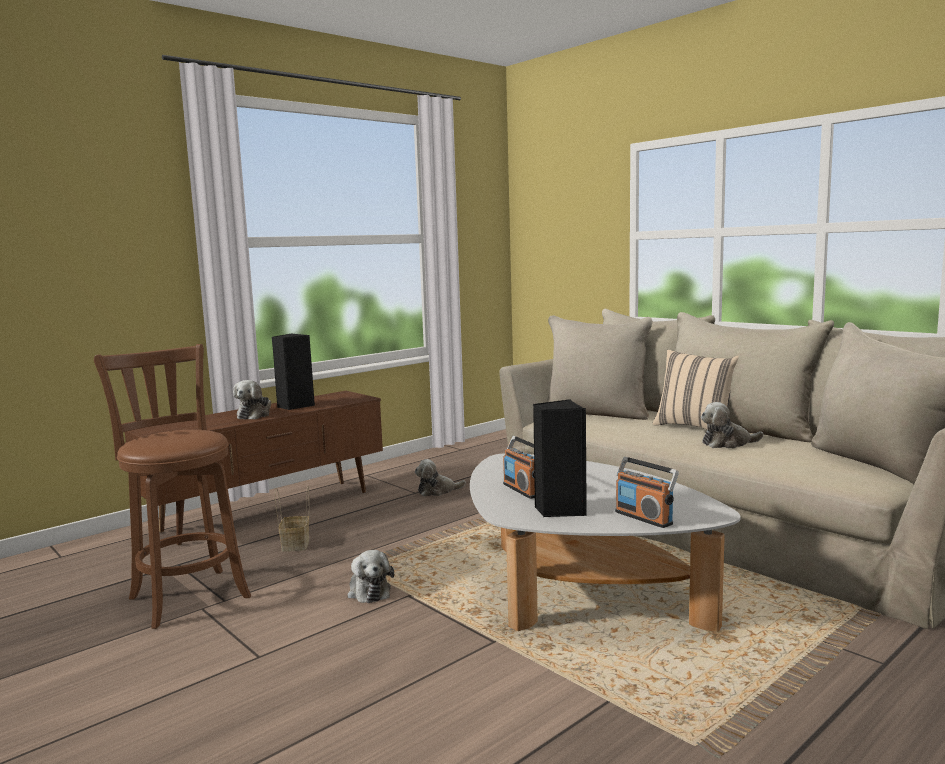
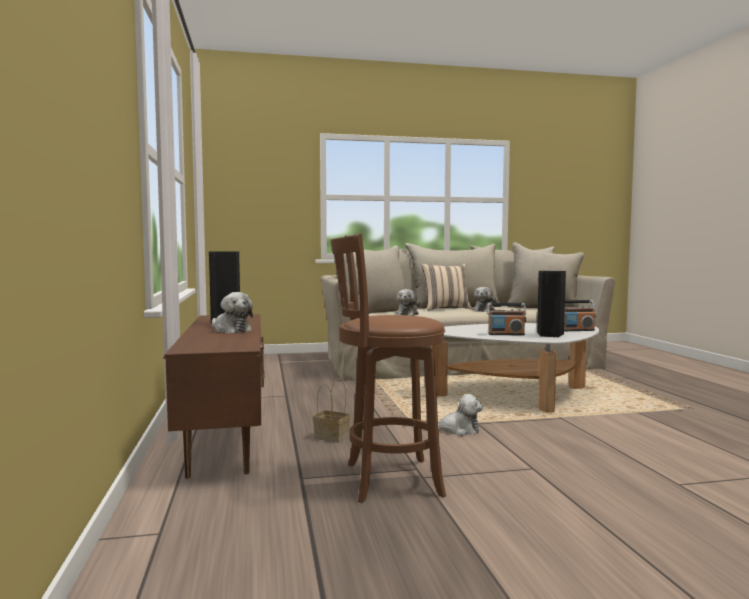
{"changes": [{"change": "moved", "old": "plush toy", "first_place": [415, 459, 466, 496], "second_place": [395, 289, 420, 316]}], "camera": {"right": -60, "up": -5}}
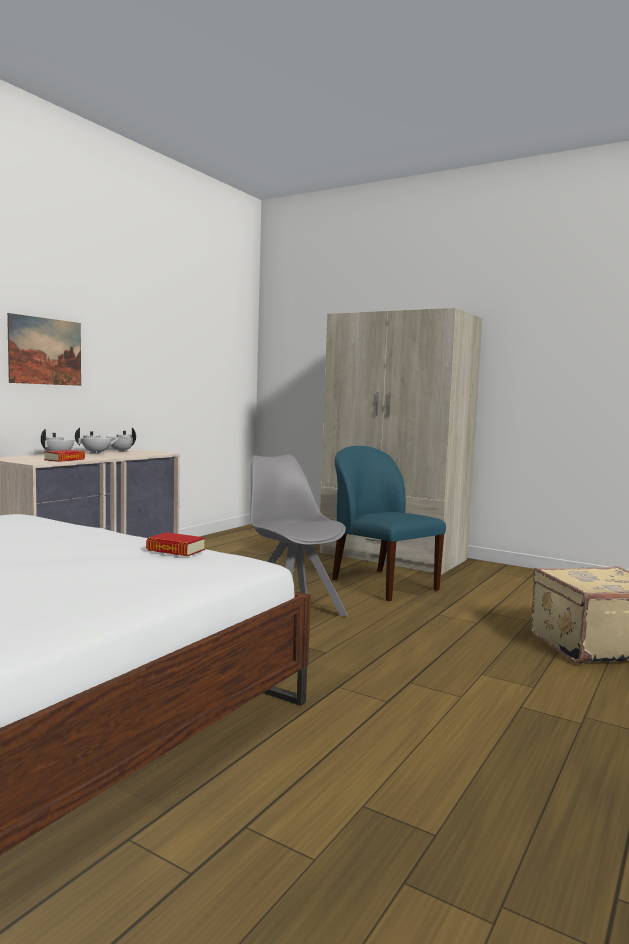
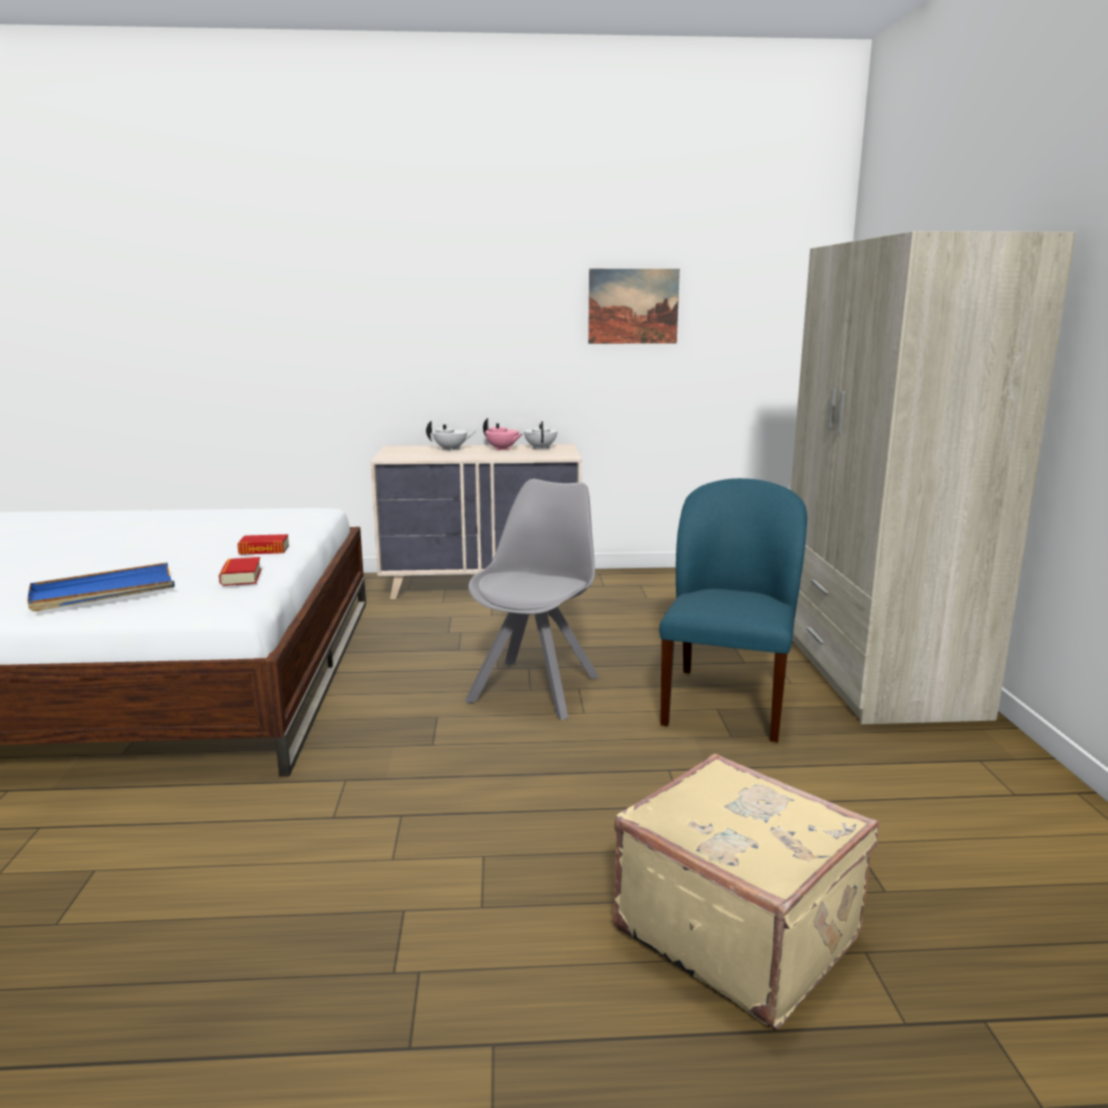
{"changes": [{"change": "moved", "old": "picture", "first_place": [7, 313, 81, 386], "second_place": [588, 269, 680, 344]}, {"change": "moved", "old": "book", "first_place": [44, 450, 85, 462], "second_place": [238, 534, 289, 555]}, {"change": "recoloured", "old": "white teapot", "new": "pink teapot", "first_place": [75, 428, 120, 454], "second_place": [483, 418, 523, 451]}, {"change": "added", "new": "blue tray", "second_place": [27, 562, 175, 612]}], "camera": {"right": 55, "up": 10}}
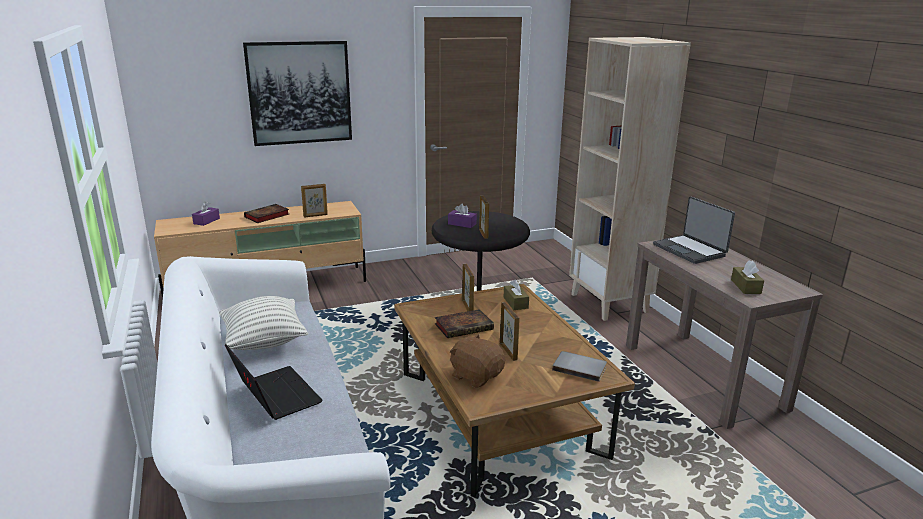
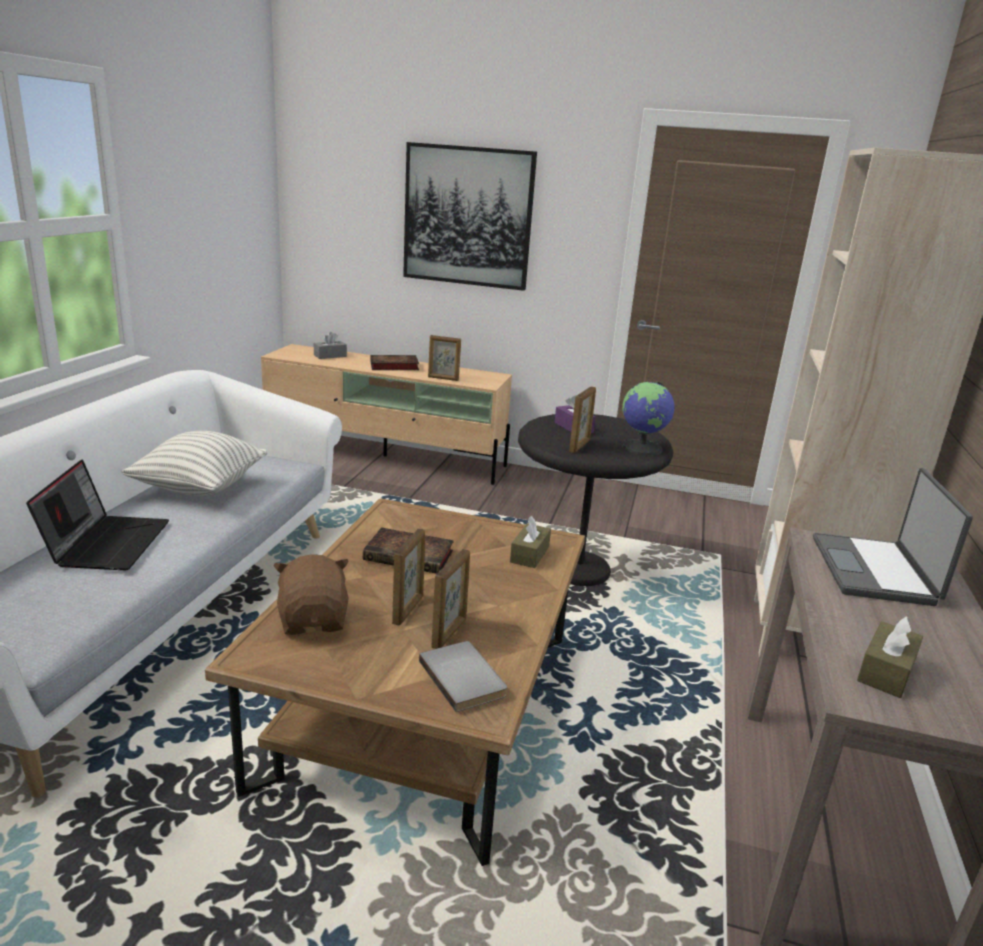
{"changes": [{"change": "recoloured", "old": "purple tissue box", "new": "grey tissue box", "first_place": [192, 202, 220, 226], "second_place": [314, 332, 347, 359]}, {"change": "moved", "old": "picture frame", "first_place": [462, 264, 474, 311], "second_place": [431, 549, 470, 649]}, {"change": "added", "new": "globe", "second_place": [622, 381, 675, 455]}], "camera": {"right": 35, "up": 0}}
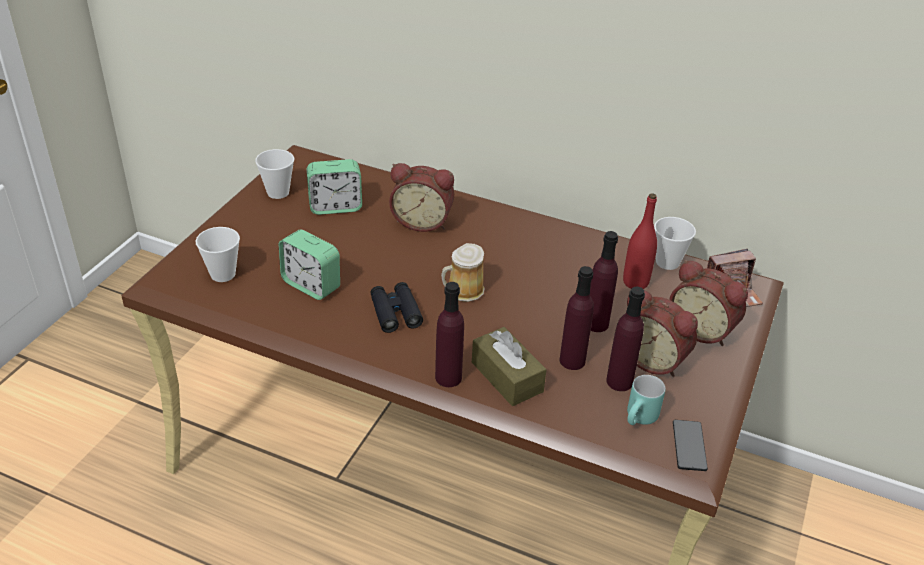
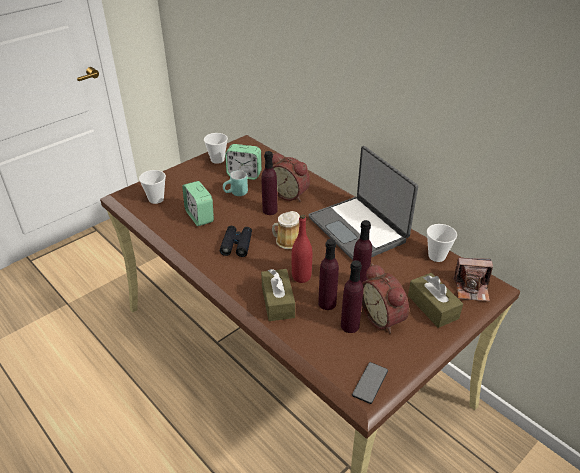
{"changes": [{"change": "moved", "old": "purple bottle", "first_place": [435, 282, 464, 387], "second_place": [262, 151, 278, 215]}, {"change": "moved", "old": "red bottle", "first_place": [623, 193, 657, 289], "second_place": [292, 214, 312, 283]}, {"change": "moved", "old": "turquoise mug", "first_place": [627, 375, 665, 425], "second_place": [223, 170, 248, 196]}, {"change": "replaced", "old": "alarm clock", "new": "brown tissue box", "first_place": [669, 260, 748, 346], "second_place": [408, 273, 463, 328]}, {"change": "added", "new": "laptop", "second_place": [309, 146, 418, 260]}], "camera": {"right": 25, "up": 0}}
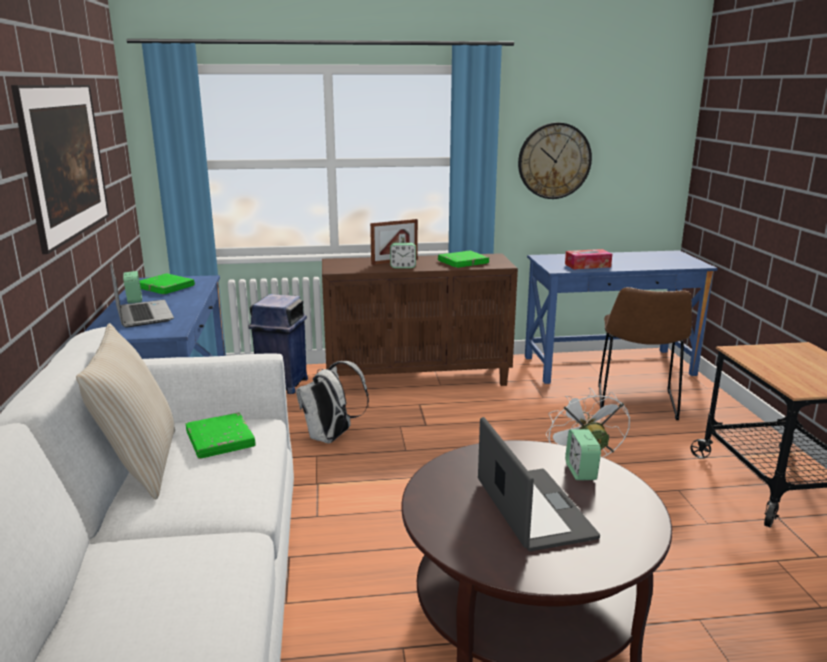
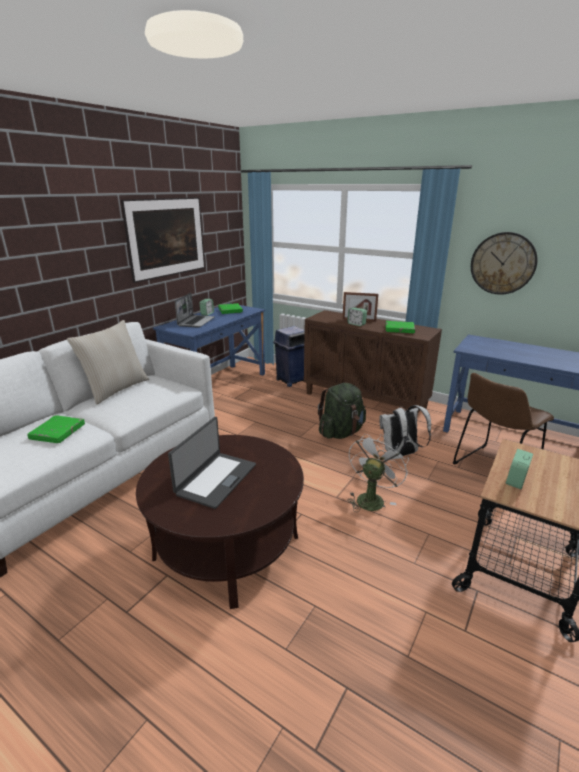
{"changes": [{"change": "moved", "old": "green book", "first_place": [186, 412, 256, 459], "second_place": [27, 415, 85, 443]}, {"change": "moved", "old": "white backpack", "first_place": [296, 361, 369, 444], "second_place": [379, 405, 431, 456]}, {"change": "removed", "old": "tissue box", "first_place": [565, 249, 612, 269]}, {"change": "moved", "old": "alarm clock", "first_place": [565, 429, 601, 480], "second_place": [506, 449, 533, 489]}, {"change": "added", "new": "green backpack", "second_place": [318, 383, 366, 439]}], "camera": {"right": 40, "up": 5}}
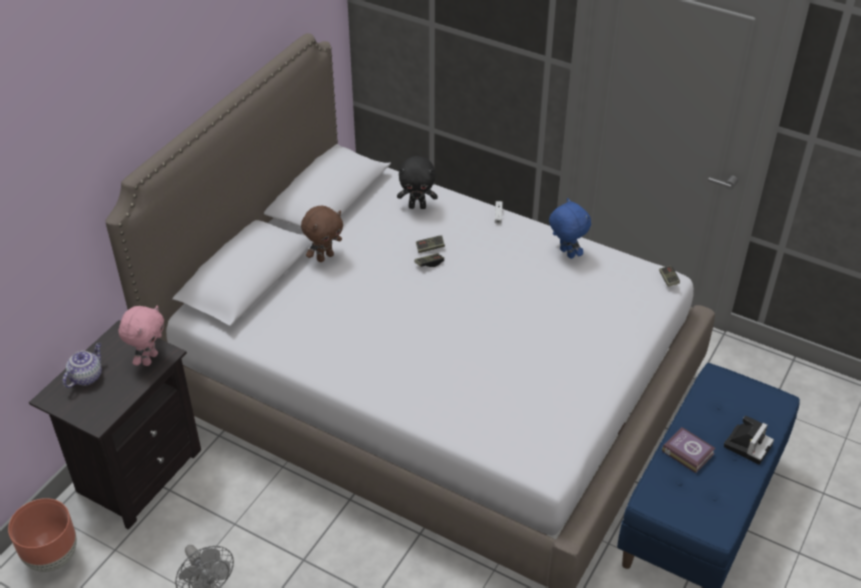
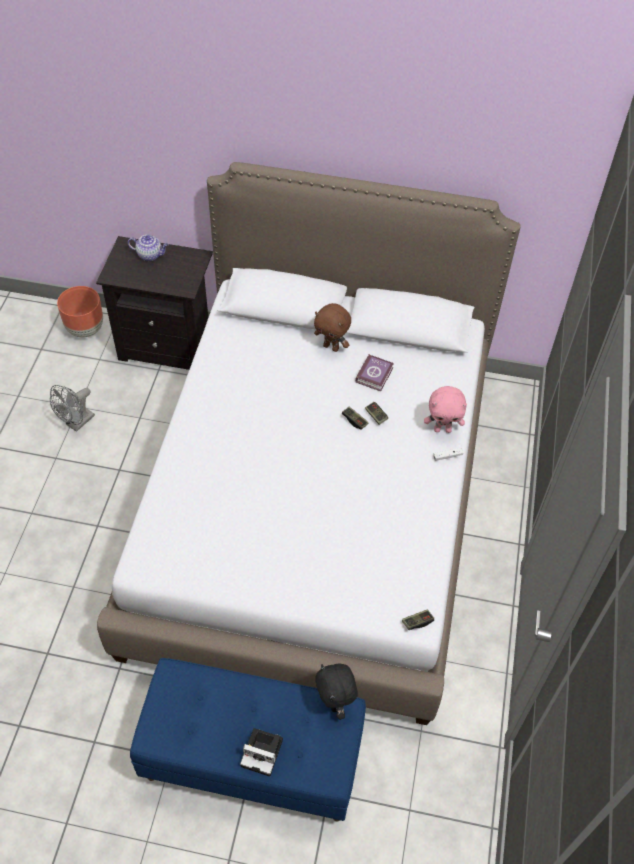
{"changes": [{"change": "moved", "old": "pink plush toy", "first_place": [118, 305, 164, 366], "second_place": [424, 386, 467, 433]}, {"change": "moved", "old": "black plush toy", "first_place": [397, 156, 438, 209], "second_place": [315, 664, 358, 720]}, {"change": "removed", "old": "blue plush toy", "first_place": [549, 198, 591, 259]}, {"change": "moved", "old": "book", "first_place": [662, 427, 716, 473], "second_place": [355, 354, 394, 392]}], "camera": {"right": 70, "up": 10}}
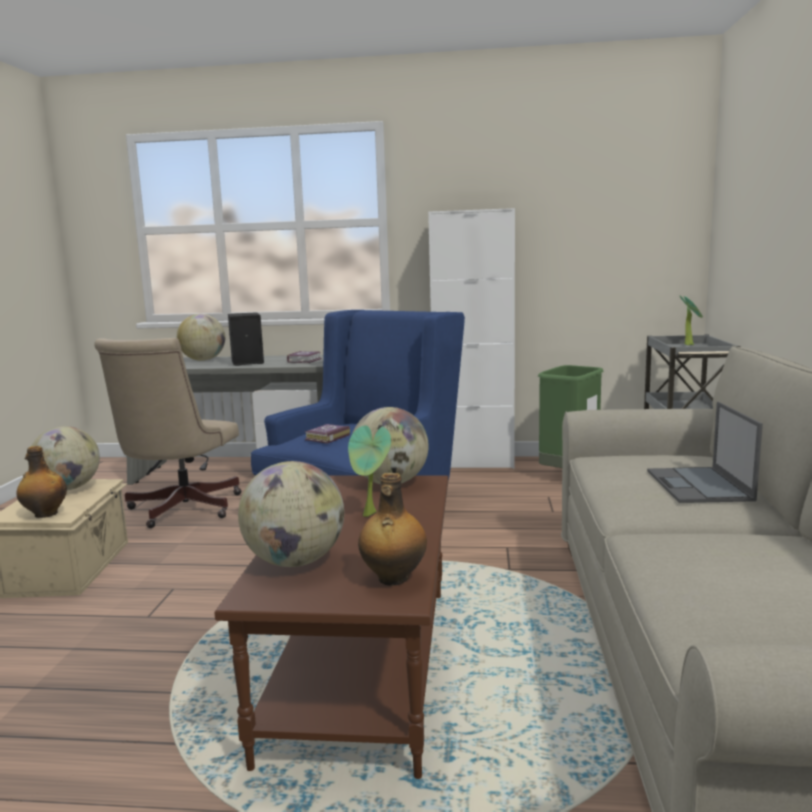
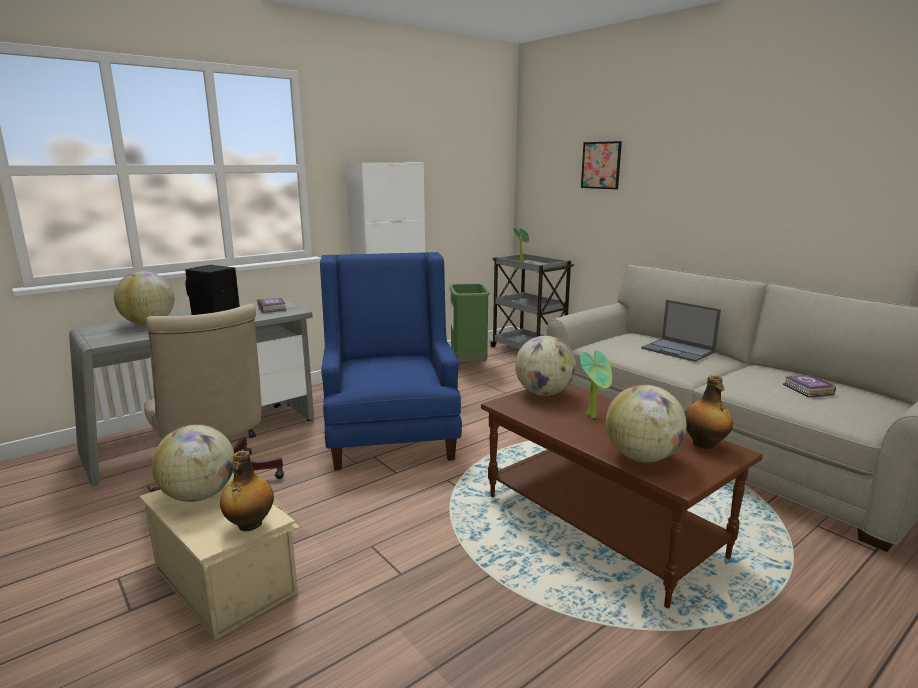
{"changes": [{"change": "moved", "old": "book", "first_place": [305, 424, 350, 444], "second_place": [783, 374, 836, 397]}, {"change": "added", "new": "picture", "second_place": [581, 141, 622, 189]}], "camera": {"right": -45, "up": 5}}
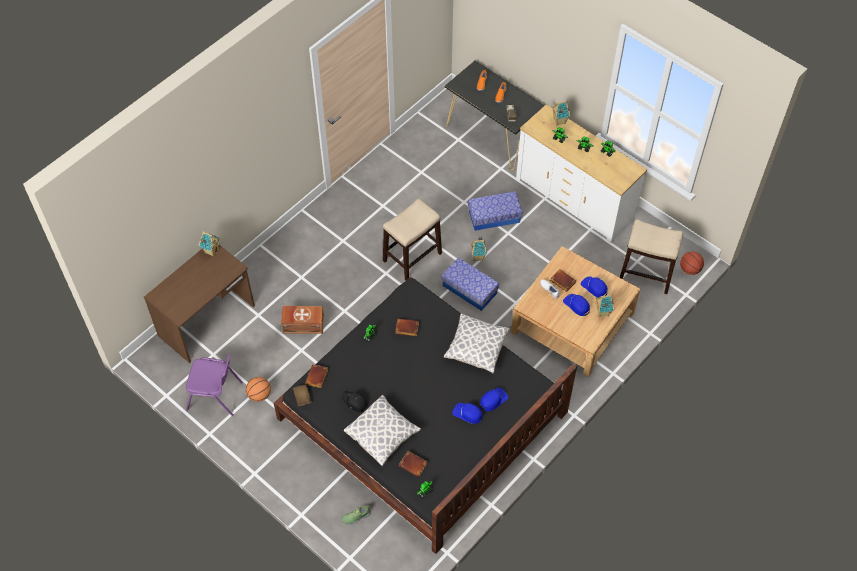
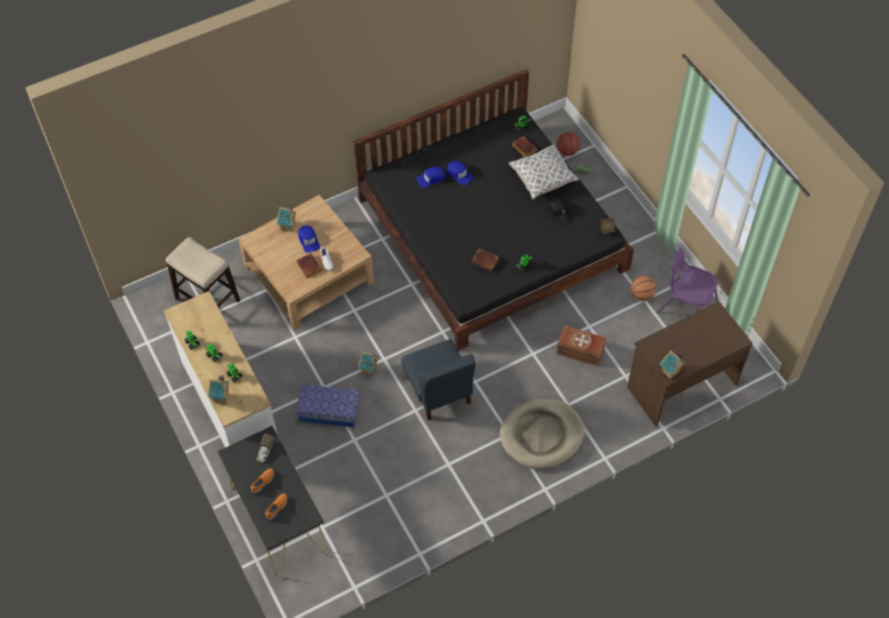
{"changes": [{"change": "removed", "old": "brown book", "first_place": [305, 364, 328, 388]}, {"change": "replaced", "old": "stool", "new": "blue chair", "first_place": [383, 199, 442, 281], "second_place": [401, 339, 476, 421]}, {"change": "removed", "old": "storage box", "first_place": [441, 257, 499, 311]}, {"change": "removed", "old": "pillow", "first_place": [444, 314, 510, 374]}, {"change": "removed", "old": "blue cap", "first_place": [581, 276, 607, 297]}, {"change": "moved", "old": "basketball", "first_place": [680, 251, 704, 275], "second_place": [557, 132, 580, 156]}, {"change": "added", "new": "beige dog bed", "second_place": [500, 399, 585, 470]}], "camera": {"right": -160, "up": 0}}
